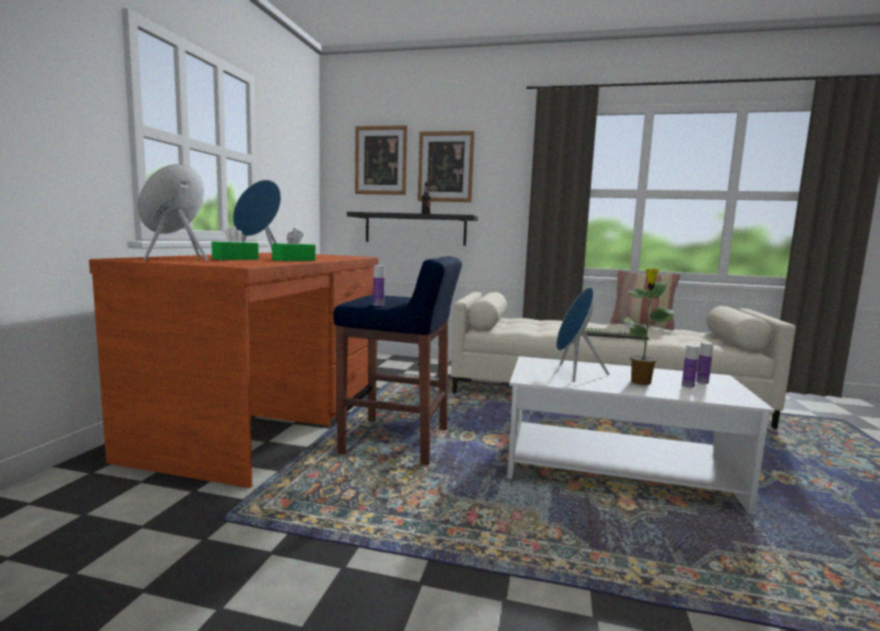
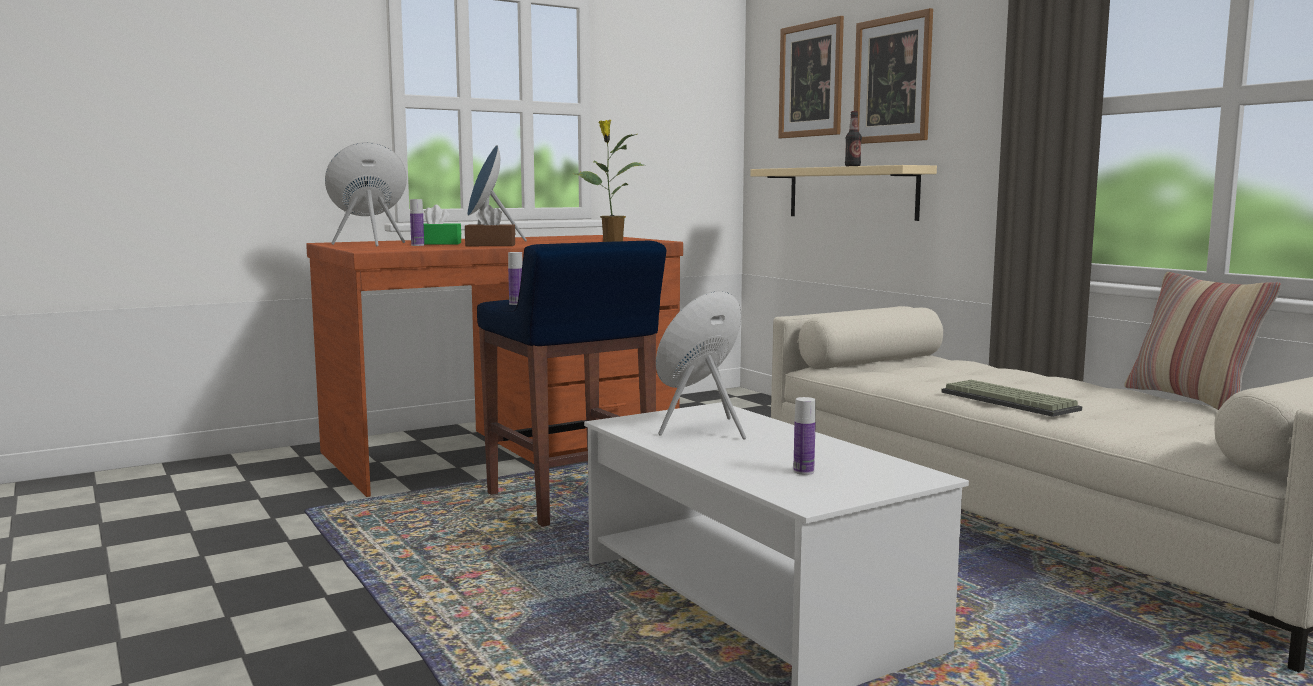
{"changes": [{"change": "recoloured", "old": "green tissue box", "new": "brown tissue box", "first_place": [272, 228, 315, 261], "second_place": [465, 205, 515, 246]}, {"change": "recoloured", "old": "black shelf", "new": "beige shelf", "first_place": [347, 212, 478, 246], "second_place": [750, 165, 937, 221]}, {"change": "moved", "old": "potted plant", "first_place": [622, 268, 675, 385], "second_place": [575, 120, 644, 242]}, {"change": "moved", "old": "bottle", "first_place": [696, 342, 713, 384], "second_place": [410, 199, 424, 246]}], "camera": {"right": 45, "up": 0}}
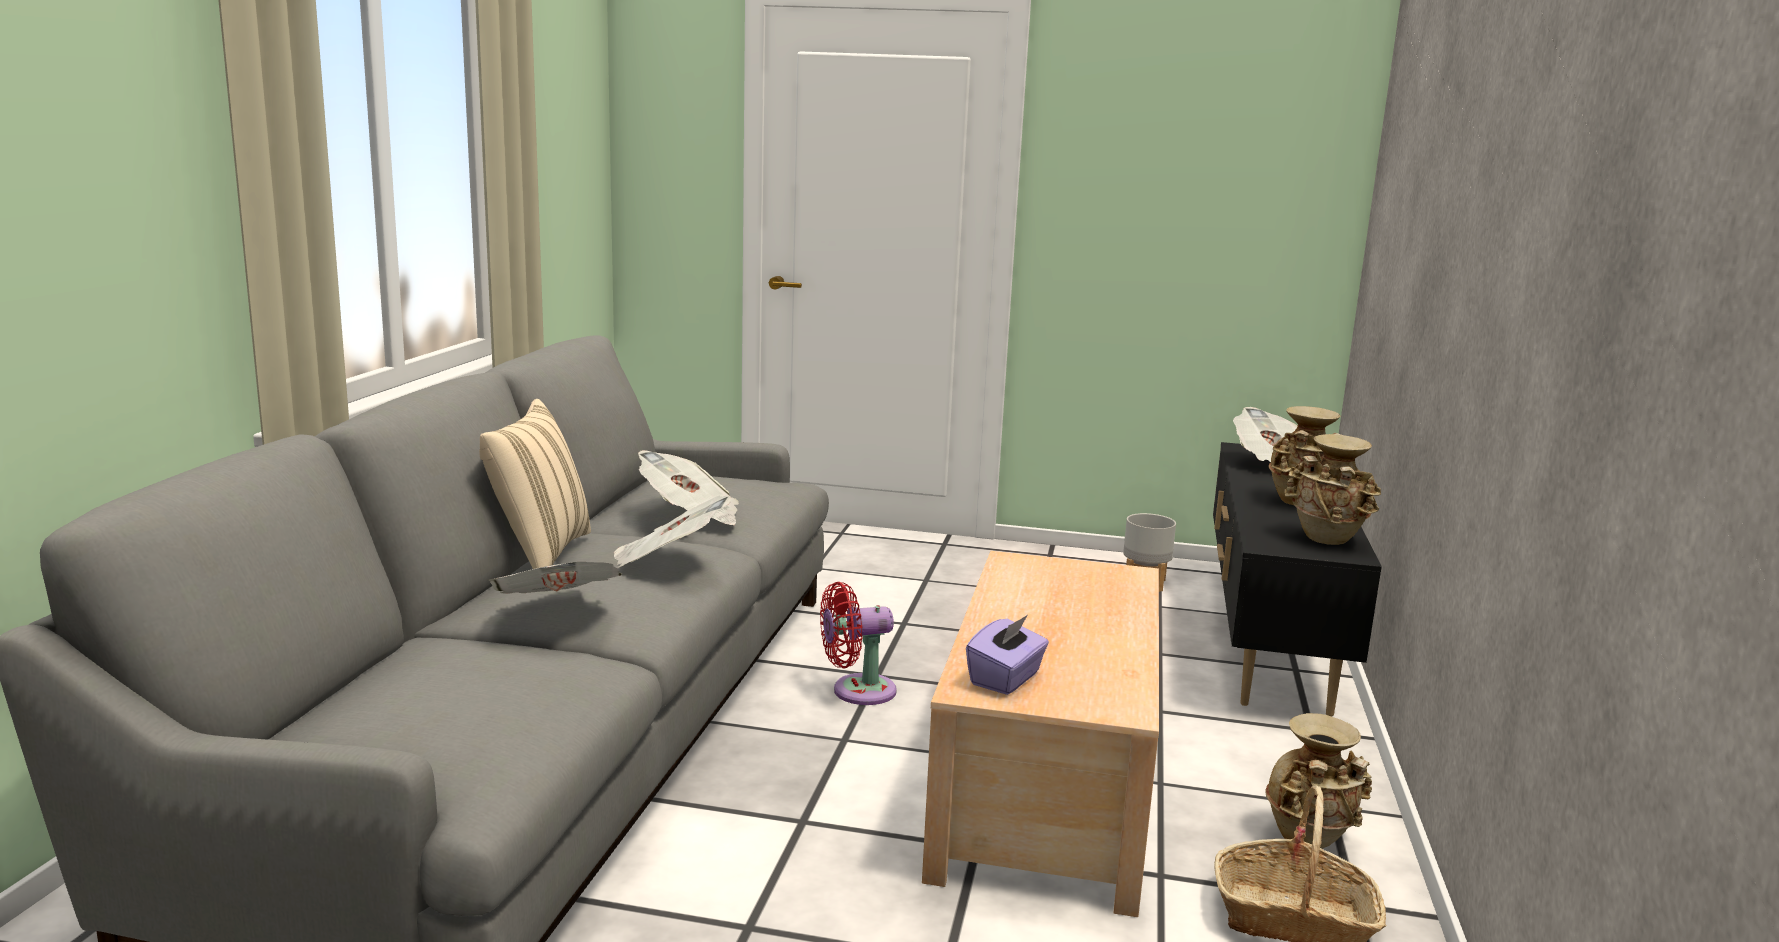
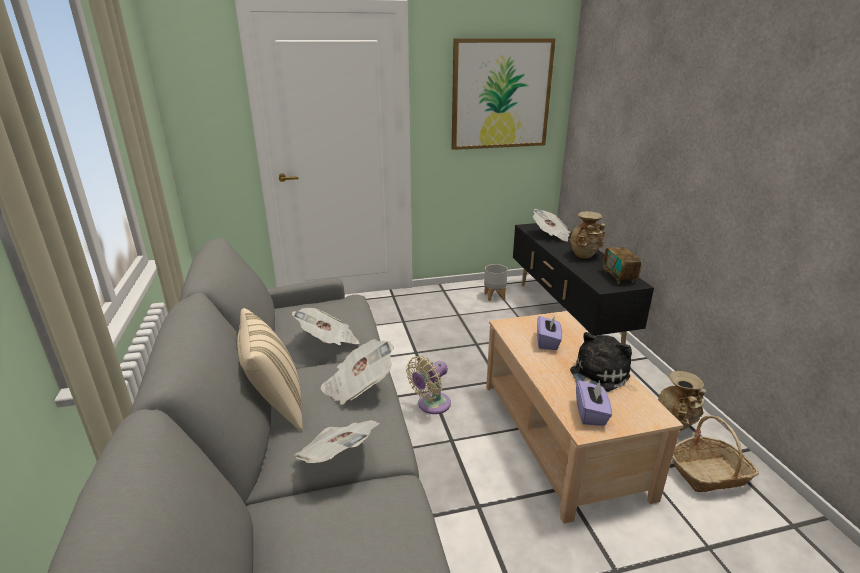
{"changes": [{"change": "recoloured", "old": "red fan", "new": "beige fan", "first_place": [820, 582, 897, 705], "second_place": [406, 356, 451, 414]}, {"change": "replaced", "old": "beige vase", "new": "radio", "first_place": [1284, 434, 1381, 545], "second_place": [603, 237, 642, 284]}, {"change": "added", "new": "picture", "second_place": [452, 38, 556, 150]}, {"change": "added", "new": "purple tissue box", "second_place": [537, 315, 562, 350]}, {"change": "added", "new": "plush toy", "second_place": [570, 332, 632, 392]}], "camera": {"right": -25, "up": 10}}
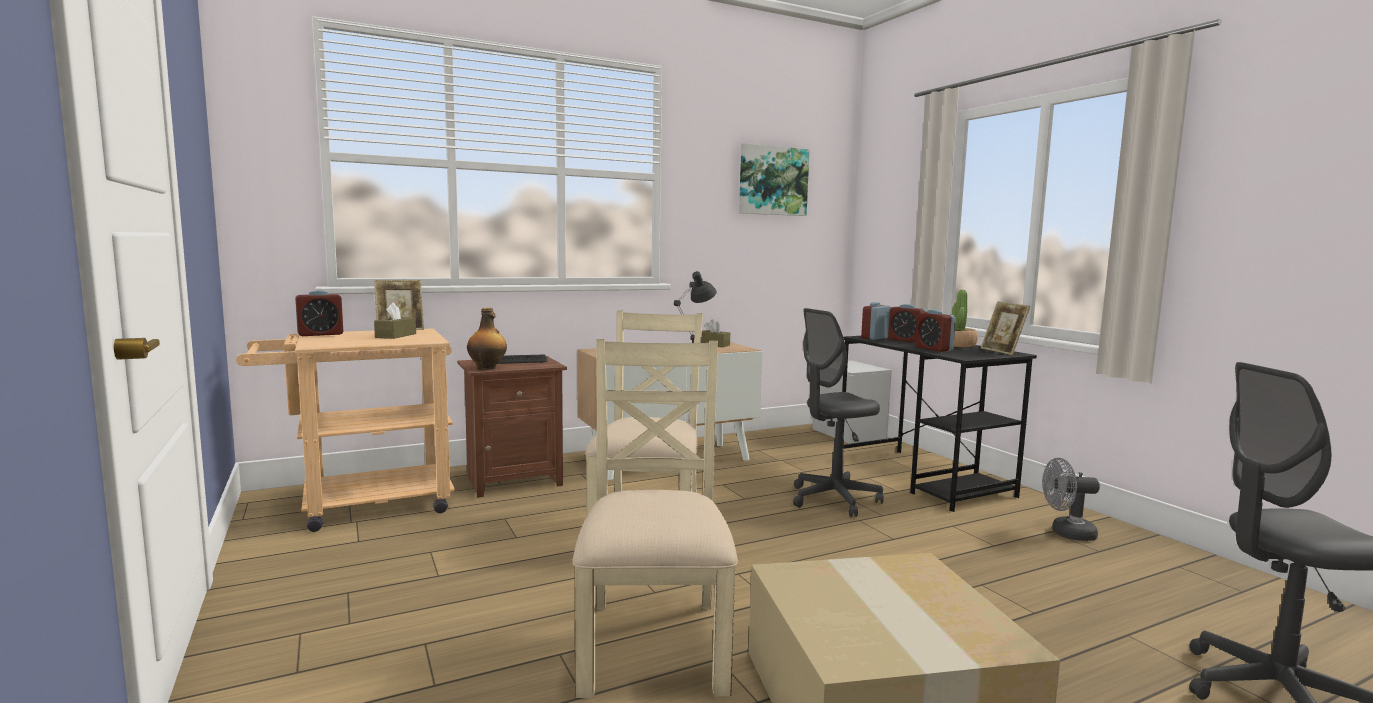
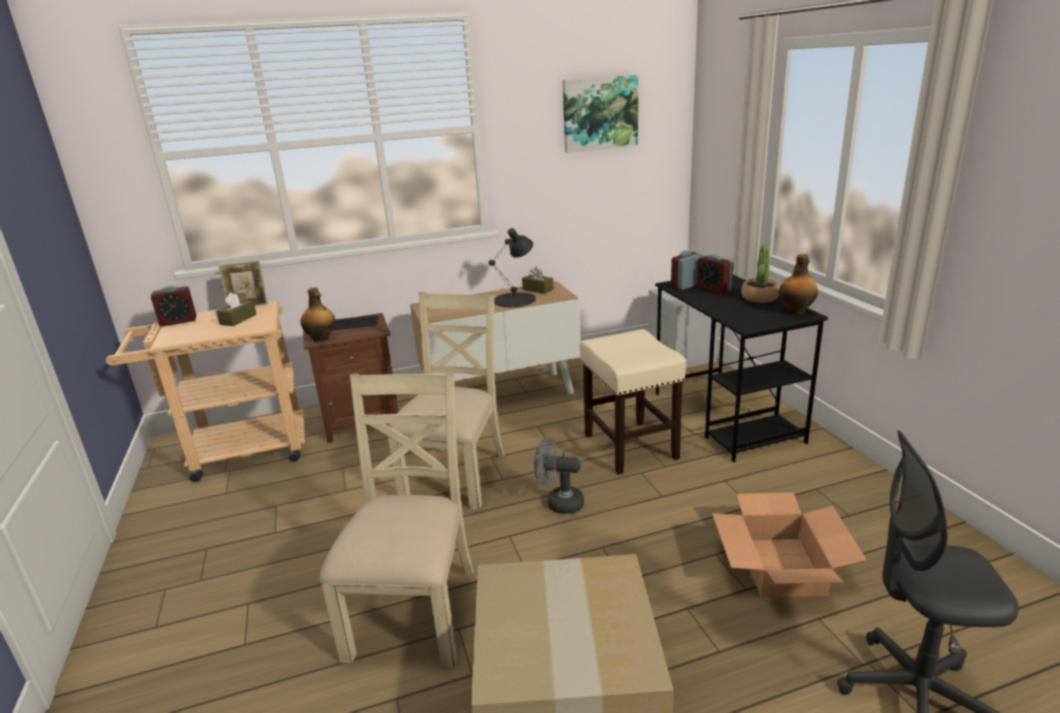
{"changes": [{"change": "replaced", "old": "grey office chair", "new": "beige stool", "first_place": [793, 308, 884, 517], "second_place": [580, 329, 686, 475]}, {"change": "removed", "old": "alarm clock", "first_place": [915, 310, 956, 352]}, {"change": "replaced", "old": "picture frame", "new": "bottle", "first_place": [981, 301, 1030, 355], "second_place": [779, 254, 818, 314]}, {"change": "moved", "old": "grey fan", "first_place": [1042, 458, 1100, 541], "second_place": [534, 438, 584, 514]}, {"change": "added", "new": "cardboard box", "second_place": [712, 492, 867, 597]}], "camera": {"right": 10, "up": 15}}
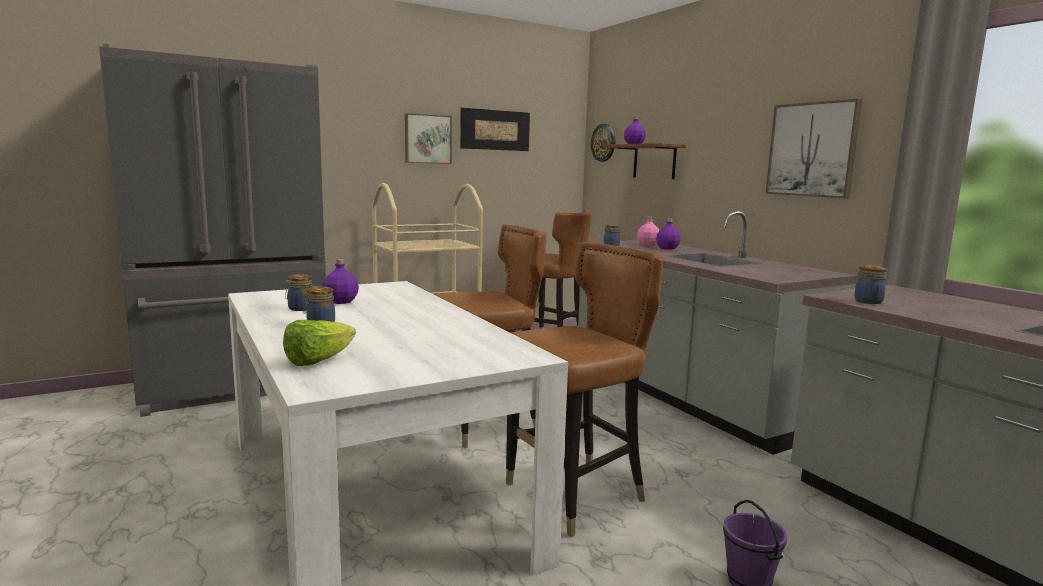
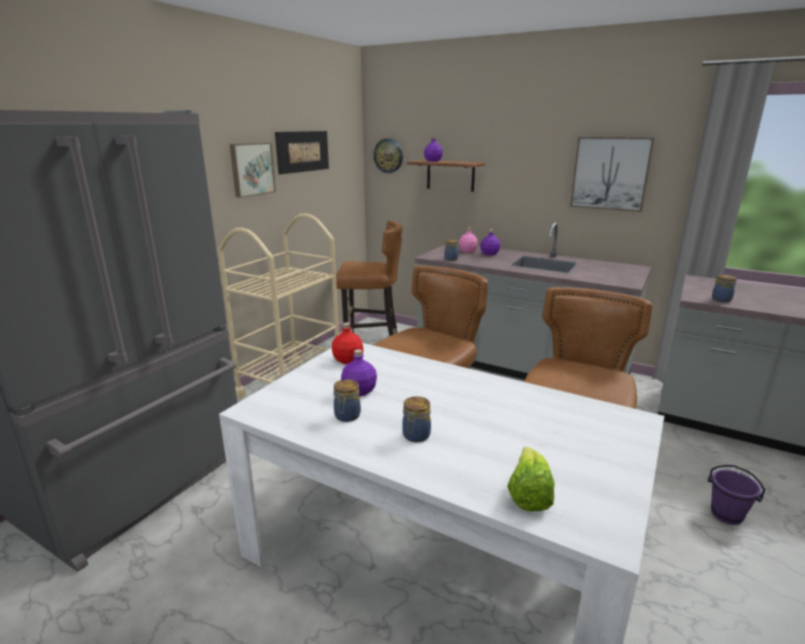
{"changes": [{"change": "added", "new": "red bottle", "second_place": [332, 322, 363, 364]}], "camera": {"right": -30, "up": 10}}
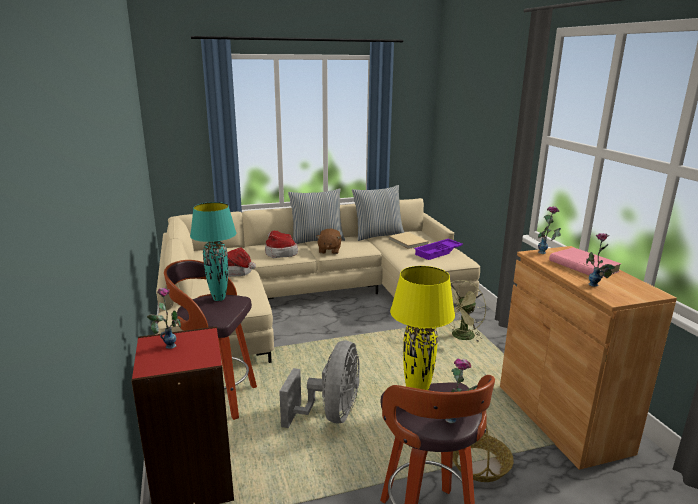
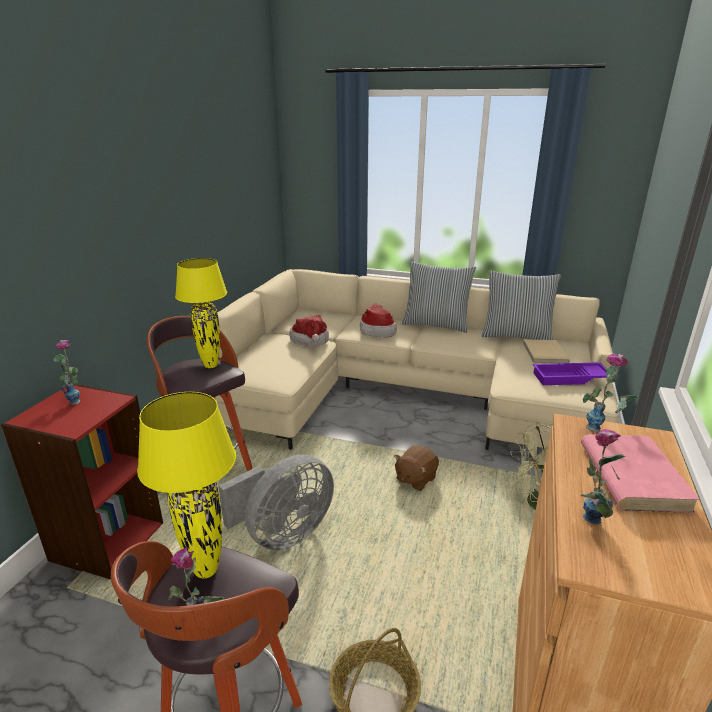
{"changes": [{"change": "recoloured", "old": "turquoise table lamp", "new": "yellow table lamp", "first_place": [190, 202, 236, 301], "second_place": [175, 258, 227, 368]}, {"change": "moved", "old": "brown plush toy", "first_place": [316, 228, 341, 254], "second_place": [394, 446, 439, 491]}], "camera": {"right": 35, "up": 5}}
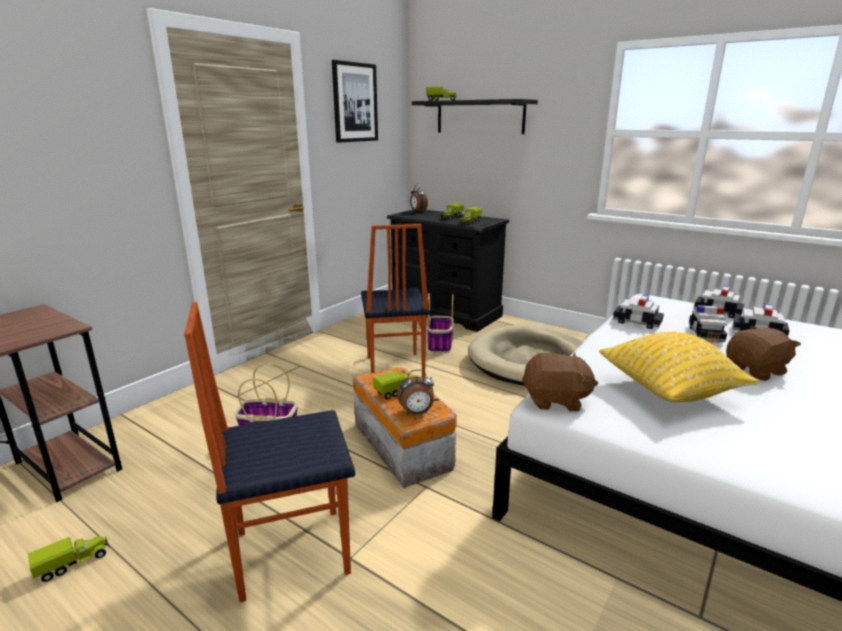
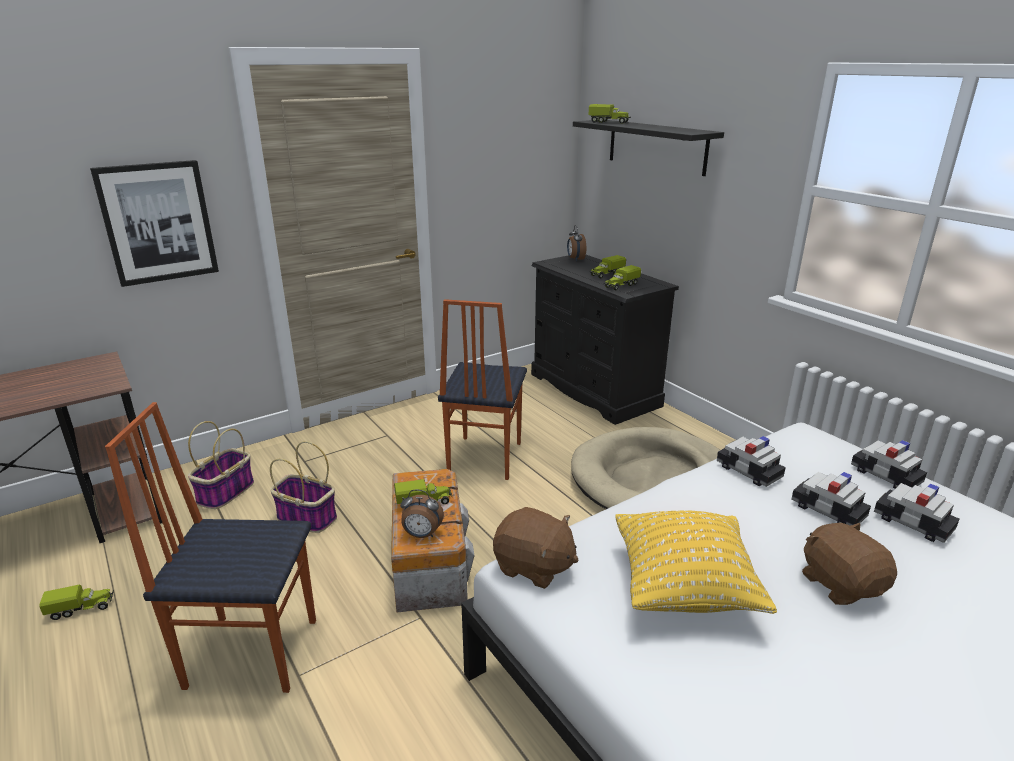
{"changes": [{"change": "moved", "old": "picture", "first_place": [332, 60, 378, 143], "second_place": [90, 160, 219, 287]}, {"change": "moved", "old": "basket", "first_place": [427, 293, 454, 353], "second_place": [188, 421, 254, 509]}, {"change": "turned", "old": "toy car", "first_place": [689, 305, 727, 343], "second_place": [791, 472, 871, 526], "degrees": 105}, {"change": "turned", "old": "brown plush toy", "first_place": [726, 325, 801, 381], "second_place": [802, 523, 897, 605], "degrees": -105}], "camera": {"right": 20, "up": 5}}
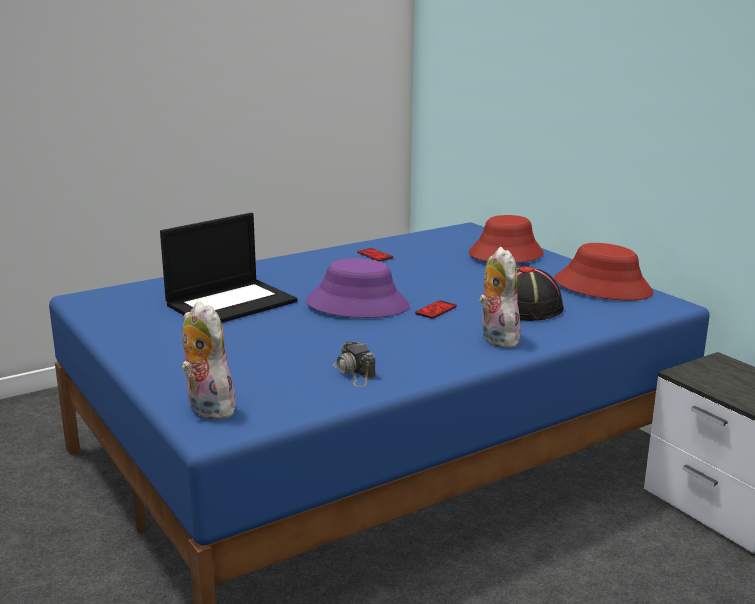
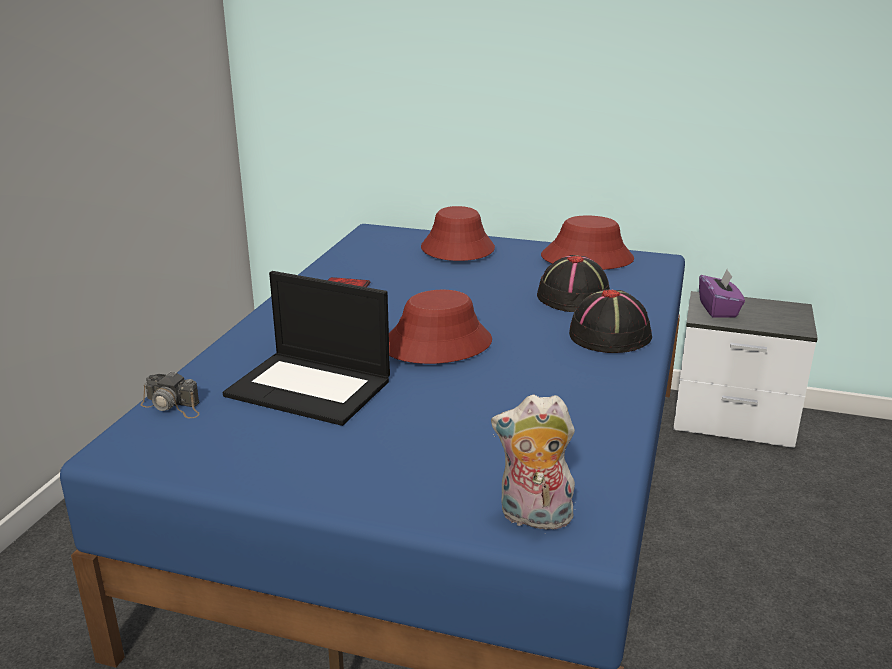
{"changes": [{"change": "turned", "old": "laptop", "first_place": [160, 213, 298, 323], "second_place": [223, 271, 390, 426], "degrees": 105}, {"change": "recoloured", "old": "purple hat", "new": "red hat", "first_place": [306, 258, 410, 318], "second_place": [389, 290, 492, 364]}, {"change": "moved", "old": "photo camera", "first_place": [333, 341, 376, 387], "second_place": [140, 371, 200, 418]}, {"change": "removed", "old": "phone", "first_place": [415, 300, 457, 319]}, {"change": "replaced", "old": "plush toy", "new": "black hat", "first_place": [479, 247, 521, 348], "second_place": [569, 289, 652, 353]}, {"change": "added", "new": "purple tissue box", "second_place": [699, 269, 745, 318]}], "camera": {"right": -40, "up": 5}}
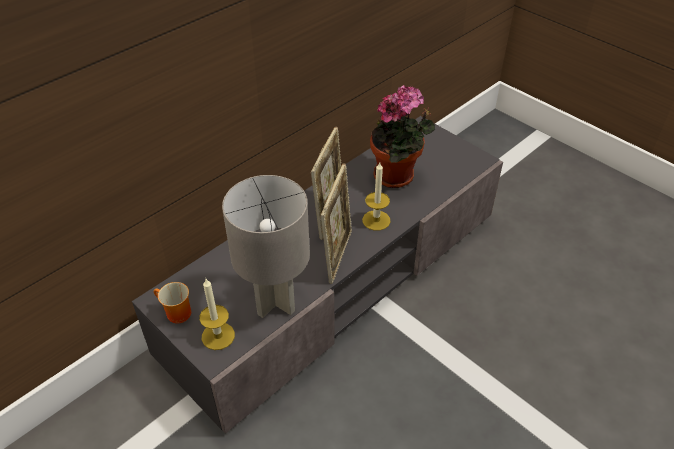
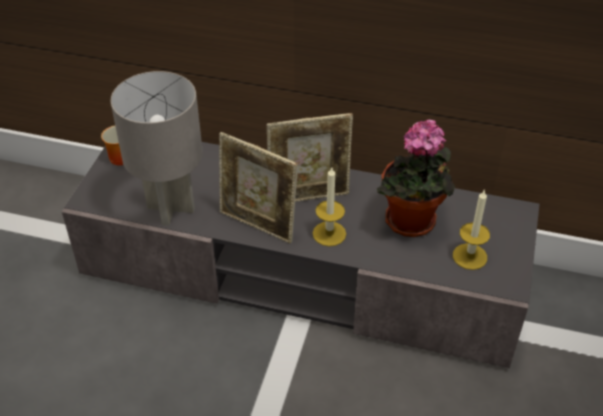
{"changes": [{"change": "moved", "old": "candle", "first_place": [199, 279, 235, 350], "second_place": [453, 190, 490, 270]}, {"change": "turned", "old": "picture frame", "first_place": [320, 163, 352, 284], "second_place": [219, 132, 298, 244], "degrees": 45}], "camera": {"right": 60, "up": 0}}
